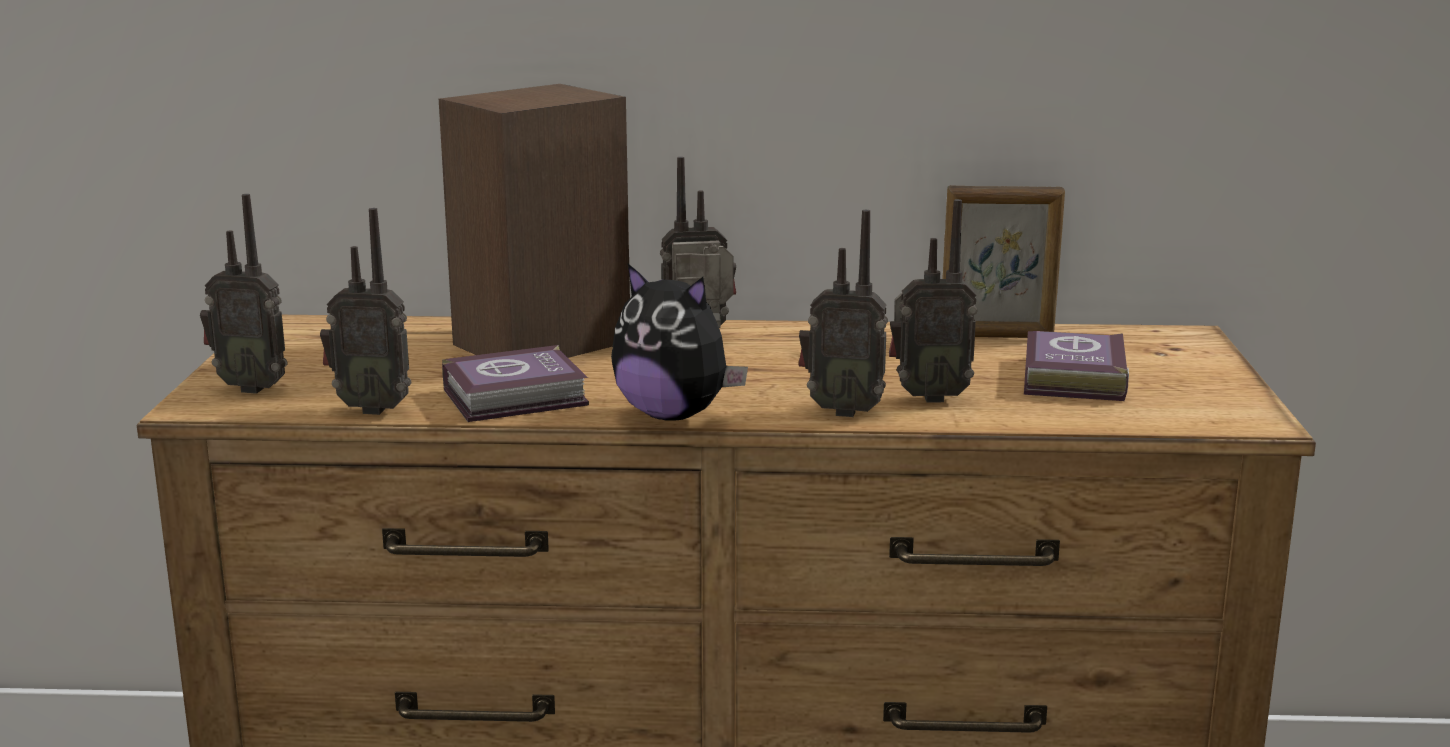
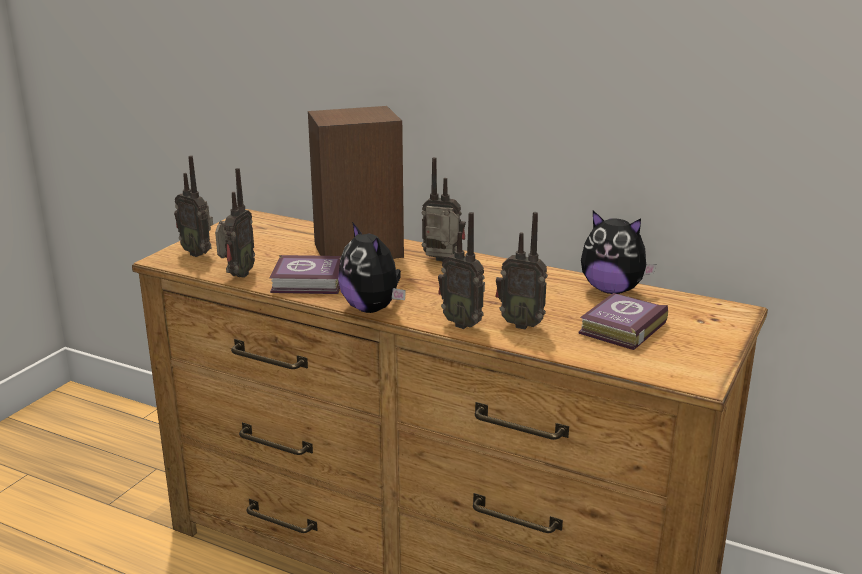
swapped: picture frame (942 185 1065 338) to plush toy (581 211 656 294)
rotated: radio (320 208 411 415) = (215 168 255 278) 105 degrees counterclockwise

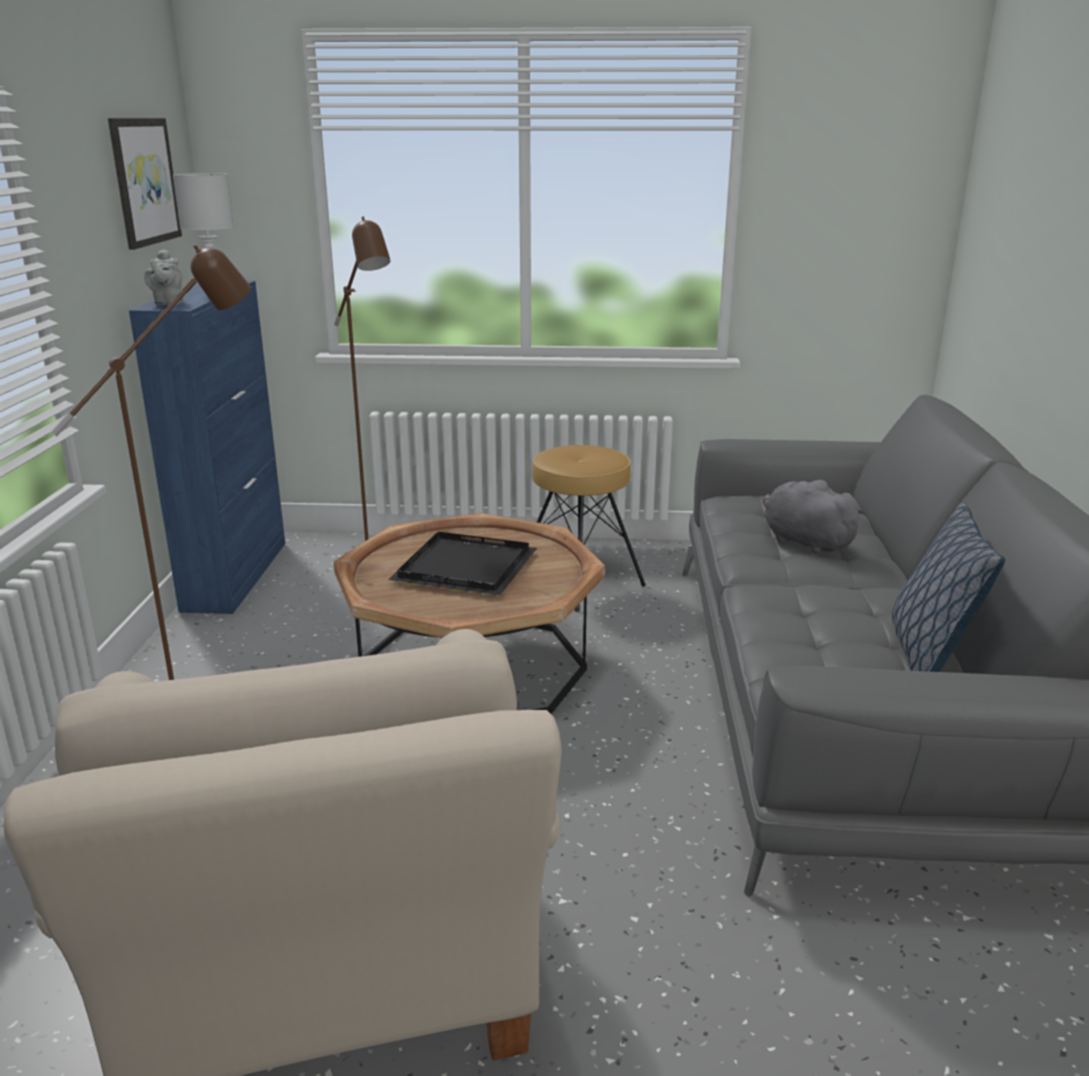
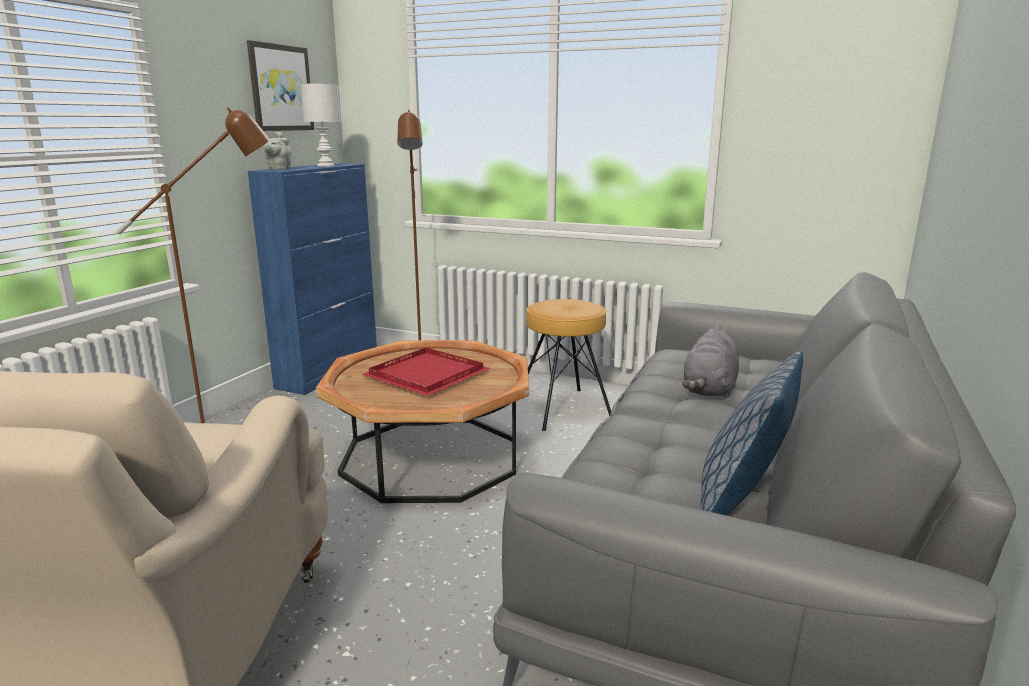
repainted: black tray (388 532 537 595) to red tray (361 348 491 396)
rotated: grey plush toy (763 480 866 554) = (682 325 739 398) 135 degrees counterclockwise

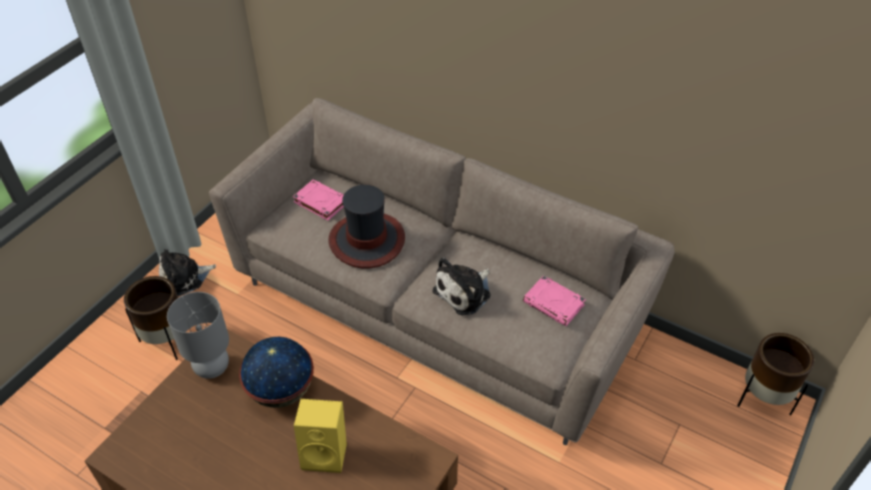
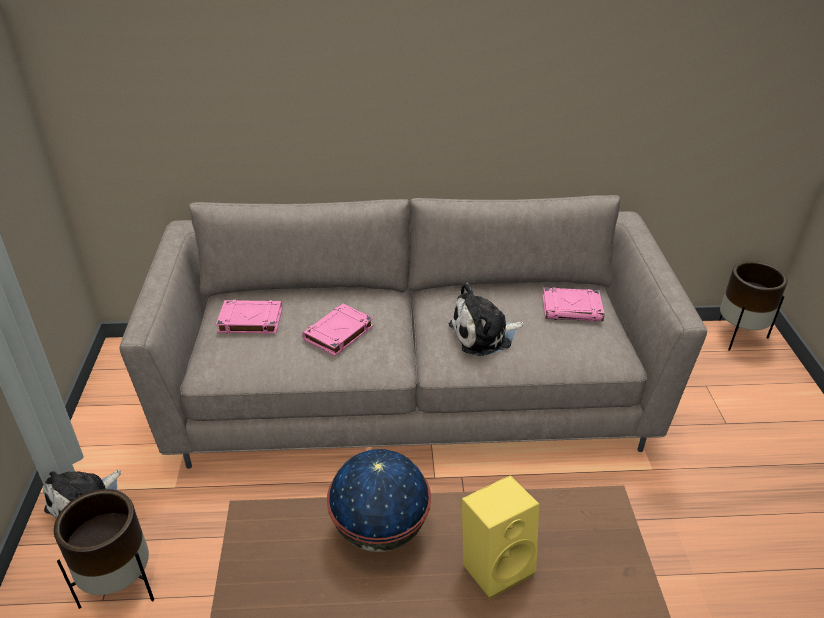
gone: grey table lamp (167 292 229 379)
swapped: hat (328 185 405 268) to pink book (302 304 373 356)
rotated: plush toy (432 257 491 315) = (449 283 524 356) 60 degrees clockwise

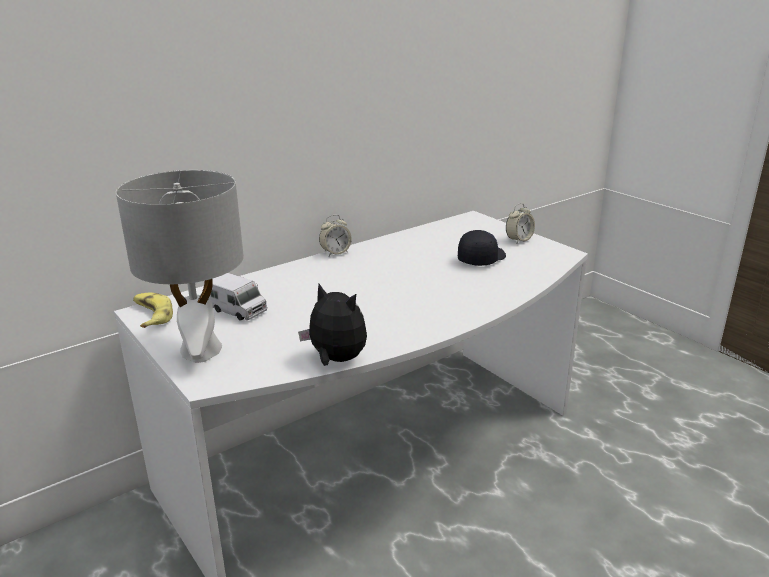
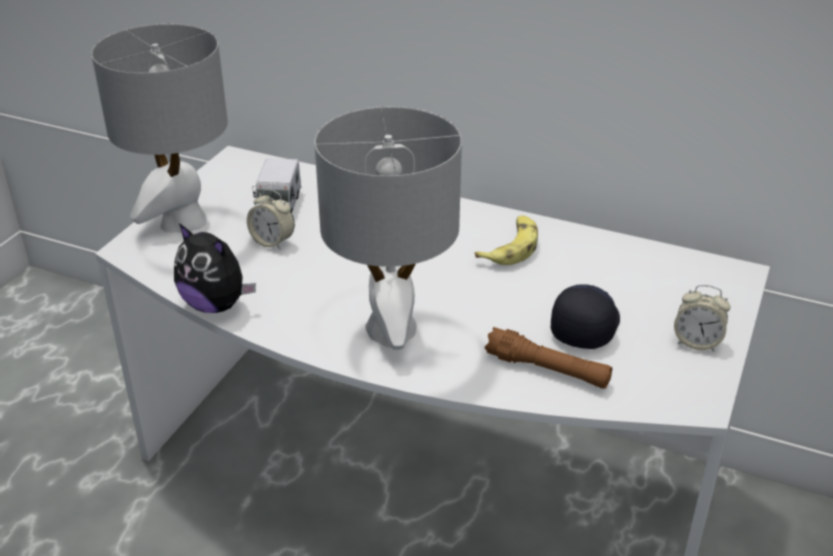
new: grey table lamp (315 106 462 350); brown flashlight (485 327 612 389)
shifted: banana (133 293 173 328) to (475 215 538 265); alarm clock (319 215 352 256) to (247 189 295 250)
rotated: plush toy (298 284 367 366) = (174 223 256 313) 120 degrees clockwise; black cap (458 230 506 266) = (551 284 620 349) 75 degrees counterclockwise

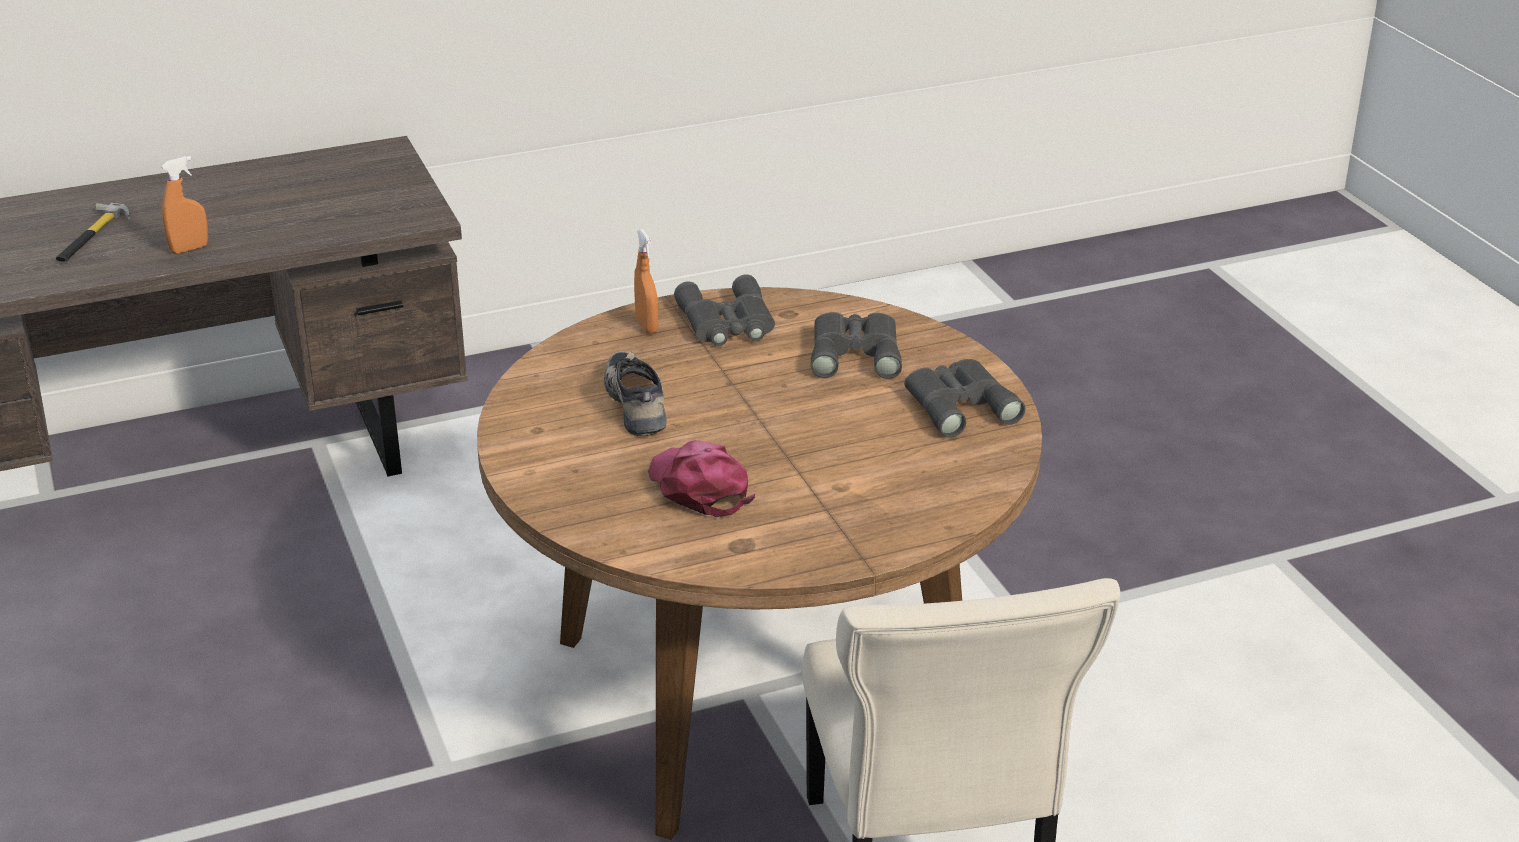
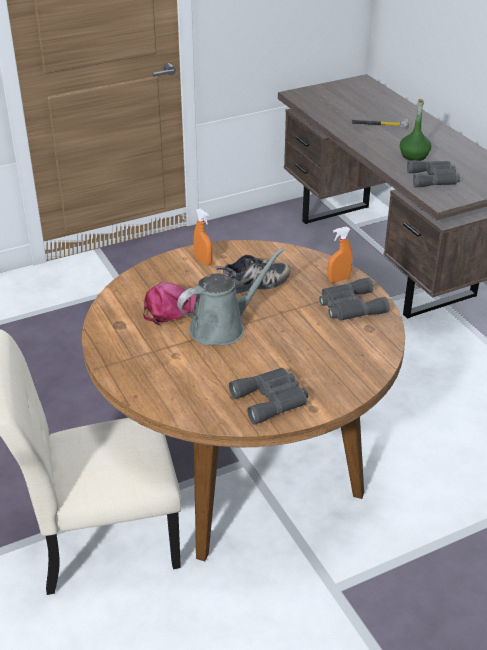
new: grey watering can (177 248 284 345); green bottle (400 99 431 161)
shifted: orange spray bottle (161 156 208 254) to (194 208 212 266); grey binoculars (811 312 902 379) to (407 160 460 187)

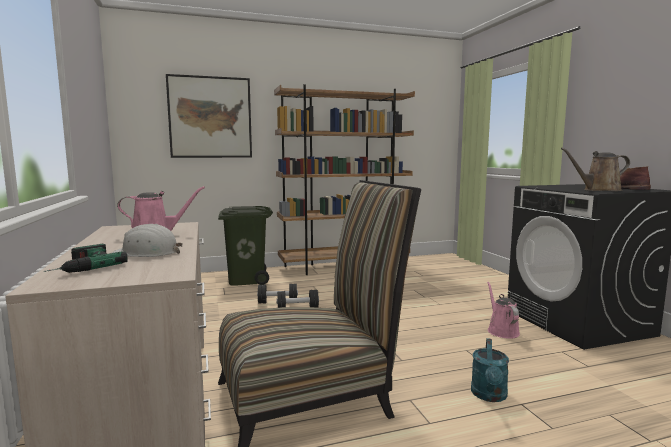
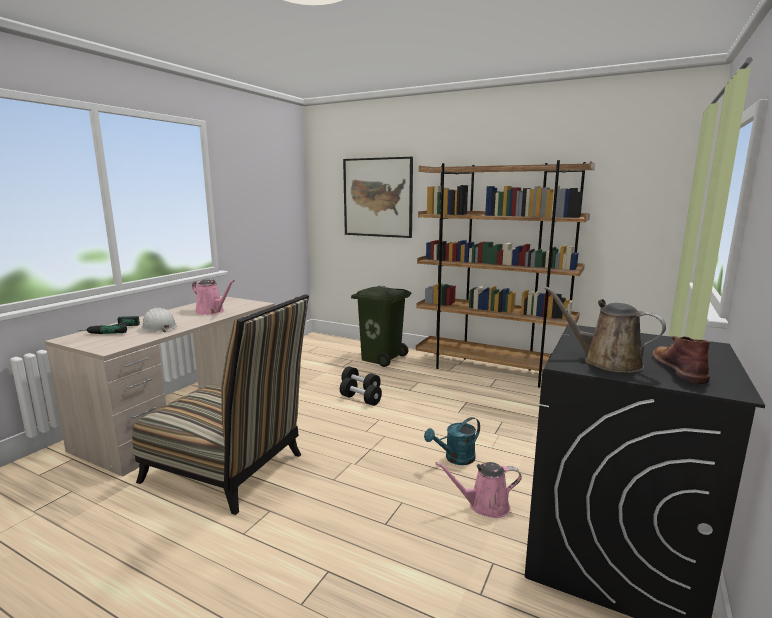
shifted: turquoise watering can (471 338 509 402) to (424 417 480 465)
rotated: pink watering can (487 282 520 339) = (435 462 522 518) 135 degrees counterclockwise

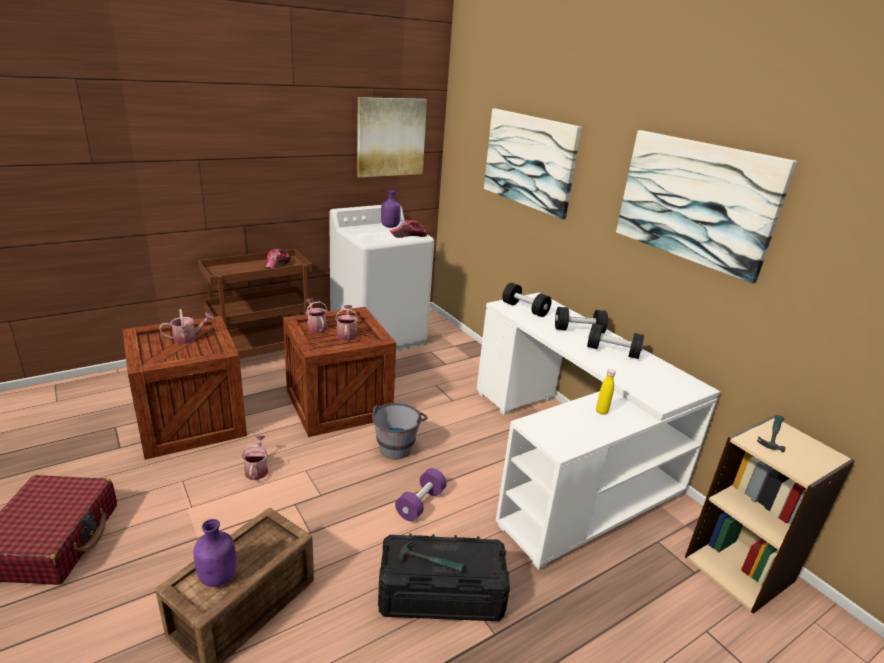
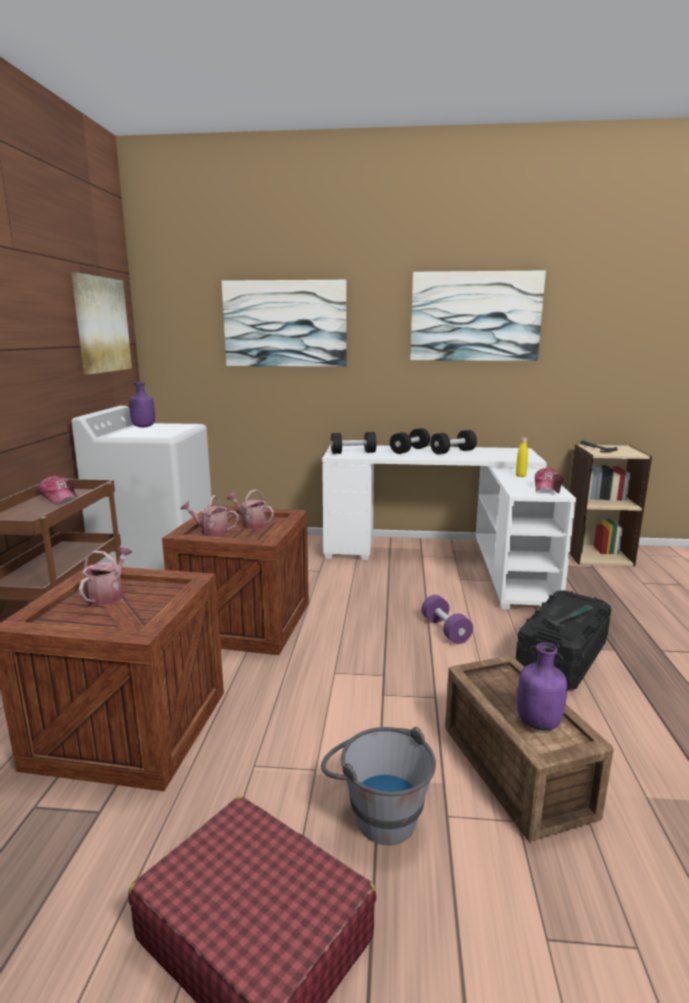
gone: watering can (242 435 268 480)
shifted: grey bucket (372 403 428 460) to (321 727 436 845); cap (389 220 427 238) to (535 467 563 494)

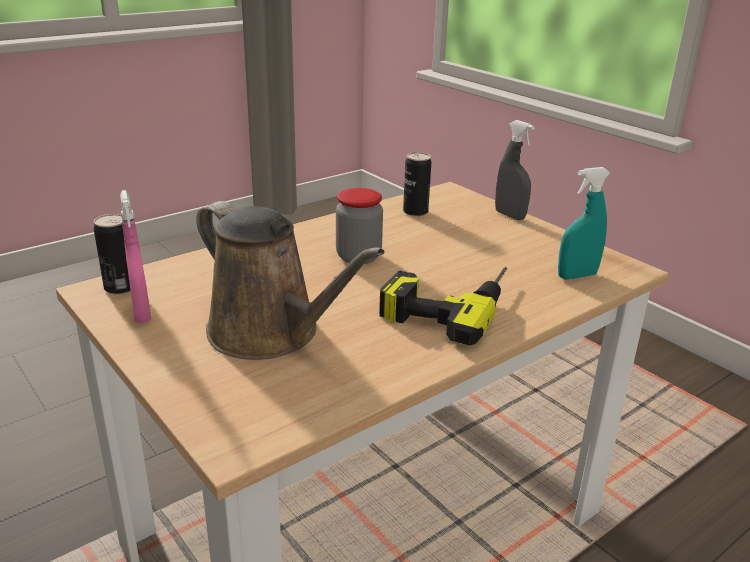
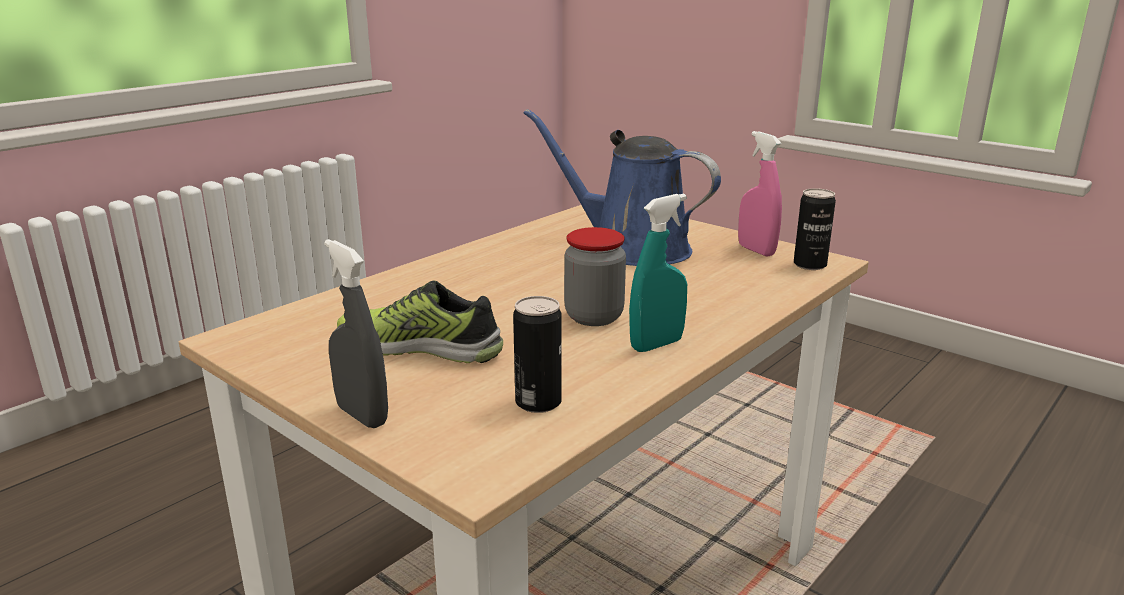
gone: power drill (379 267 507 346)
new: shoe (337 281 503 363)
shifted: turquoise spray bottle (558 167 610 280) to (629 194 687 352)
repainted: brown watering can (196 201 384 360) to blue watering can (524 109 721 266)

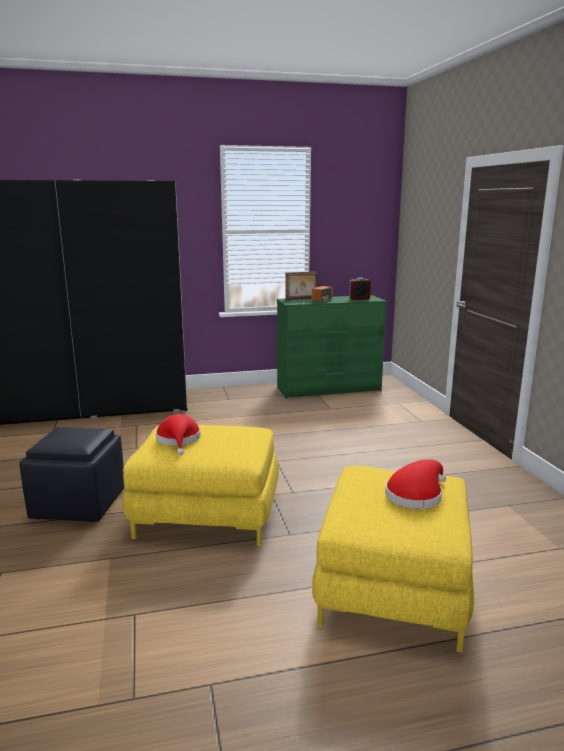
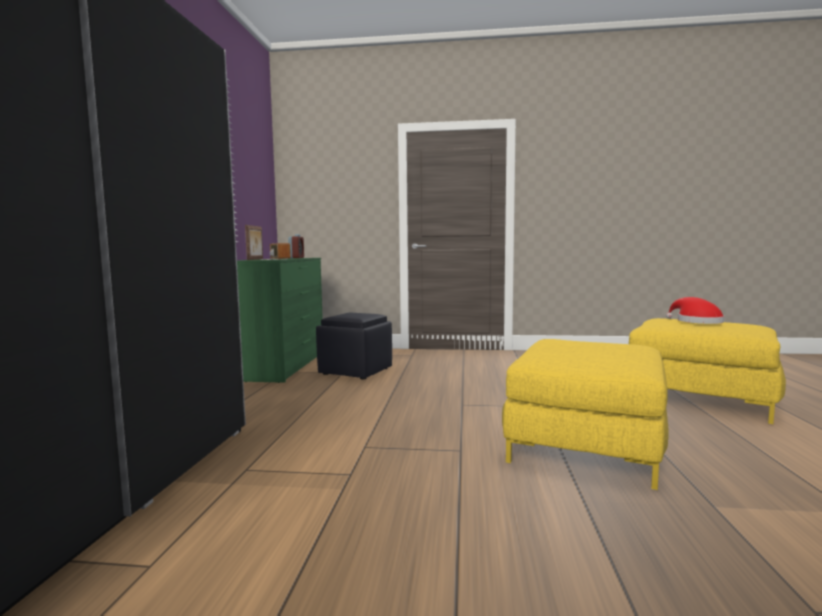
gone: red hat (156 414 200 456)
shifted: black ottoman (19 427 124 522) to (316 313 392 379)

